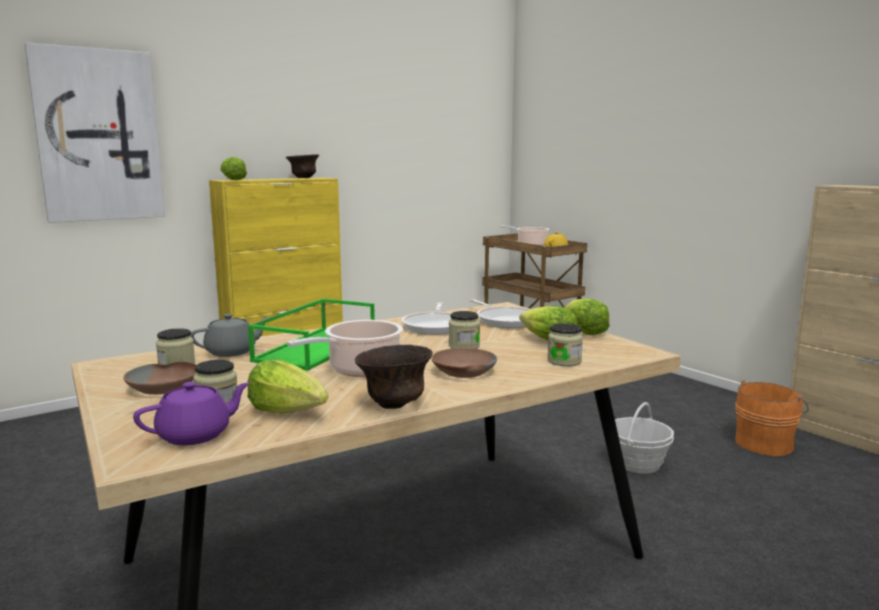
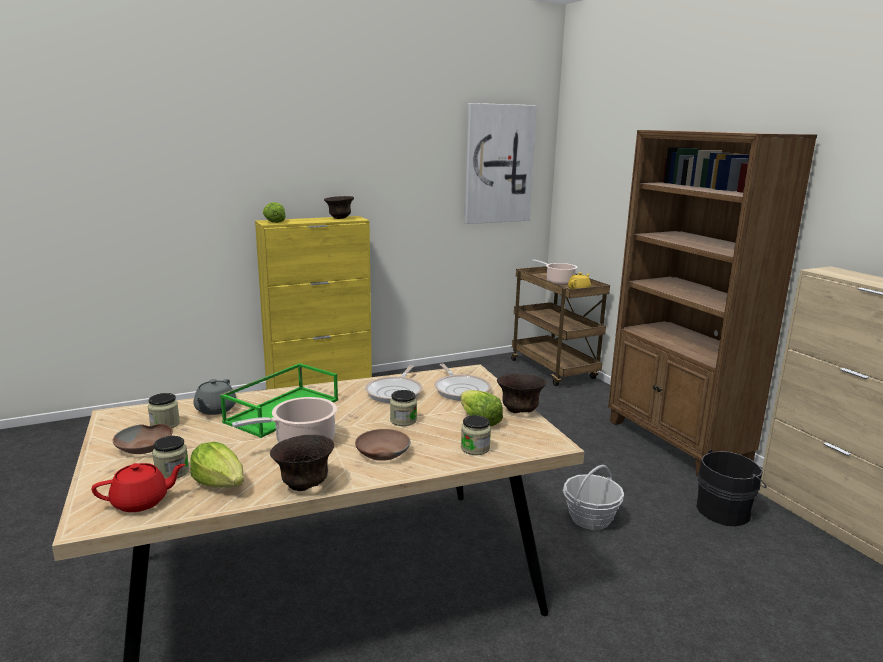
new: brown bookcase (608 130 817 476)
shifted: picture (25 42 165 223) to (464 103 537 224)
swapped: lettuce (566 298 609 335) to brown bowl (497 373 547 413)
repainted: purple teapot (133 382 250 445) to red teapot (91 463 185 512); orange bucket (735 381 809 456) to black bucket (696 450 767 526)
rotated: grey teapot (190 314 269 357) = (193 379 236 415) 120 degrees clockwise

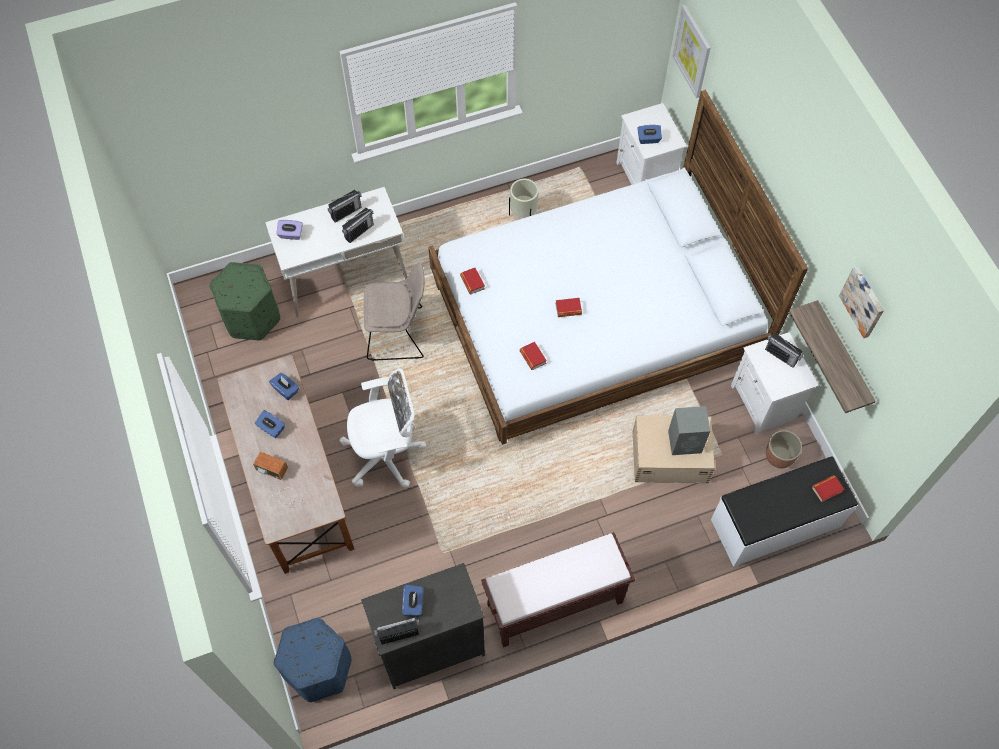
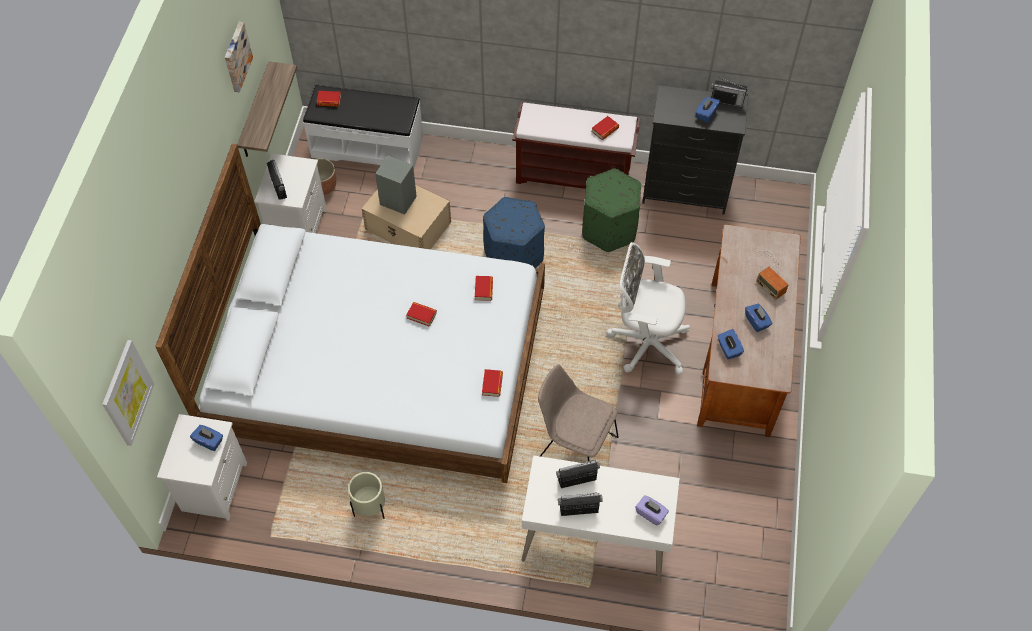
new: book (591 116 619 140)
shifted: green ottoman (210 262 280 340) to (582 168 641 252); blue ottoman (274 618 351 702) to (483 197 545 268)

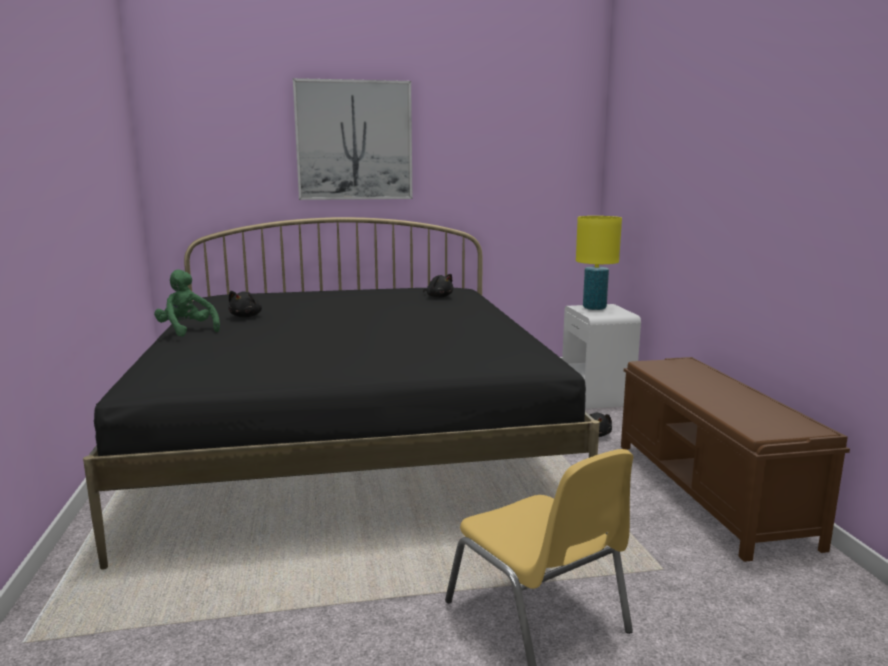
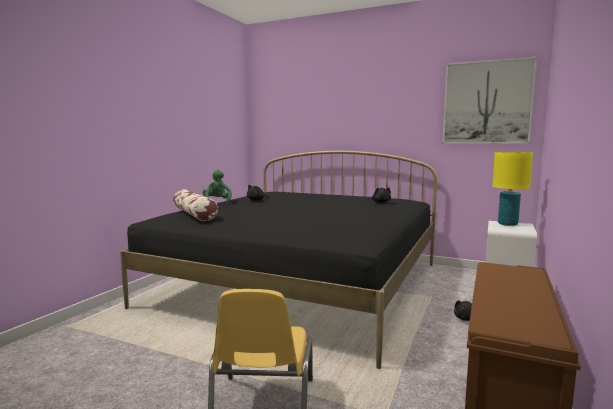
new: pillow (173 189 218 221)
shifted: picture (293 78 413 200) to (442 57 537 144)

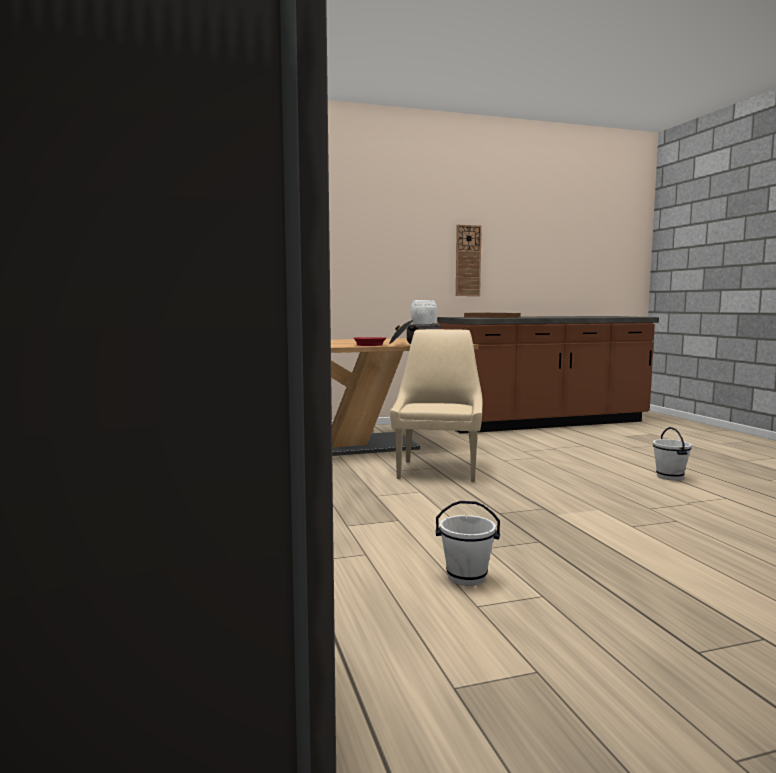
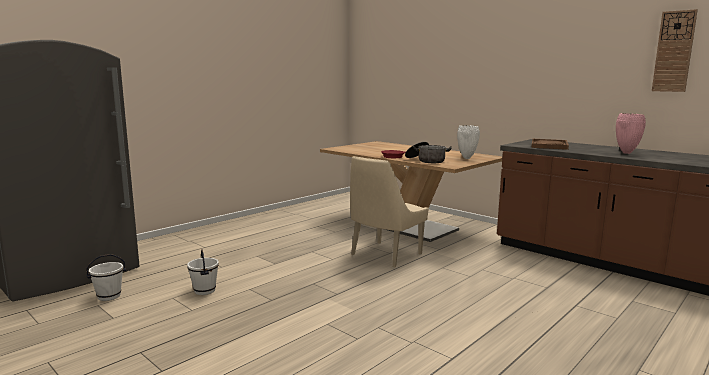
new: pink vase (616 113 646 154)
shifted: wall clock (456 224 482 296) to (652 9 698 92); white bucket (653 427 692 481) to (86 254 126 301)
rotated: beige chair (390 329 483 482) = (350 156 428 268) 150 degrees clockwise

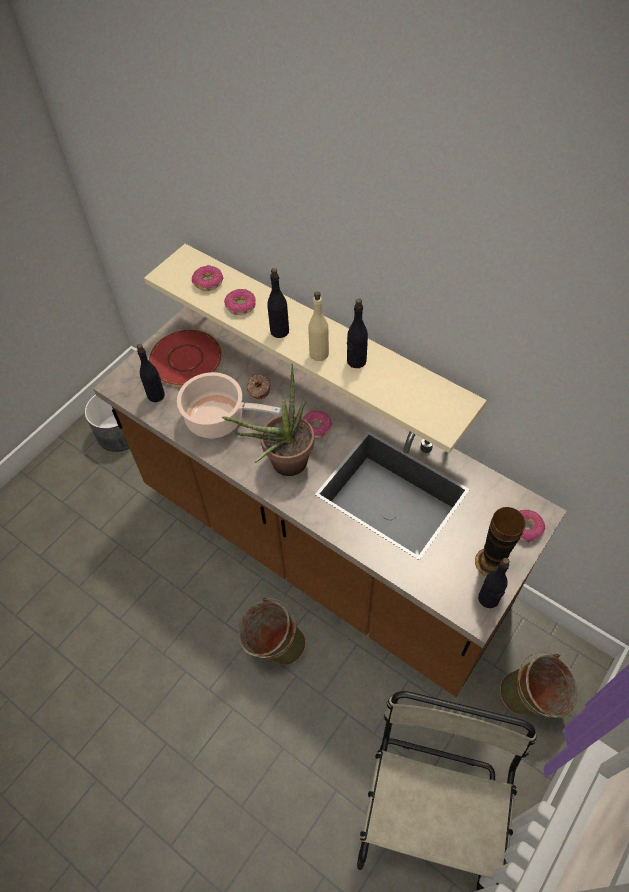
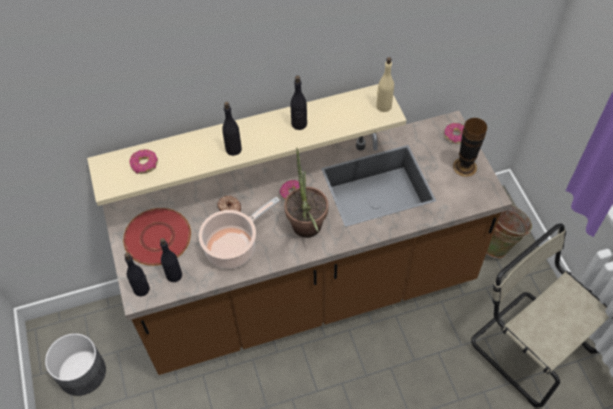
gone: donut (224 289 256 315); green bucket (238 597 306 665)
shifted: beige bottle (308 291 329 361) to (376 57 394 112); black bottle (478 558 510 608) to (124 253 150 296)

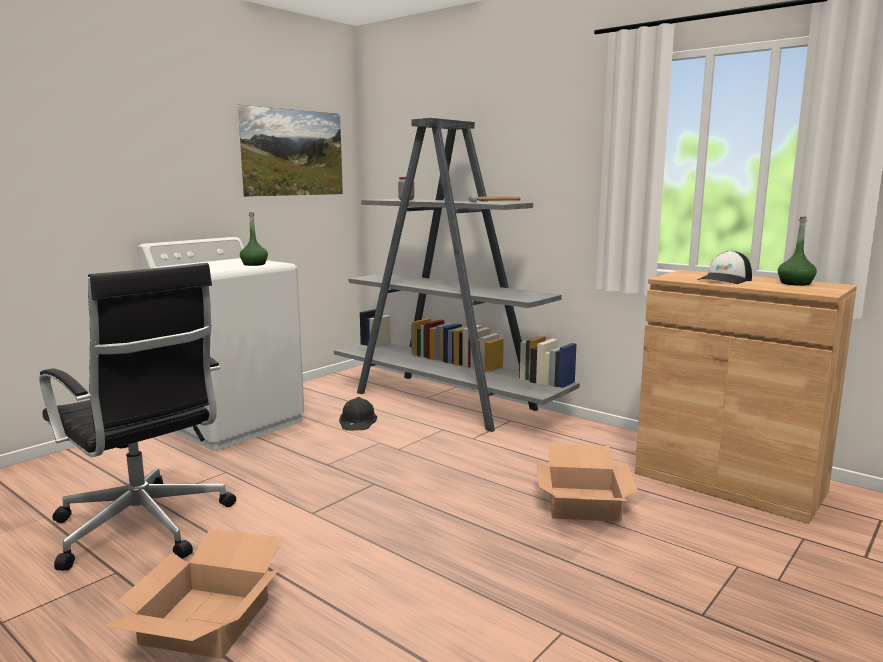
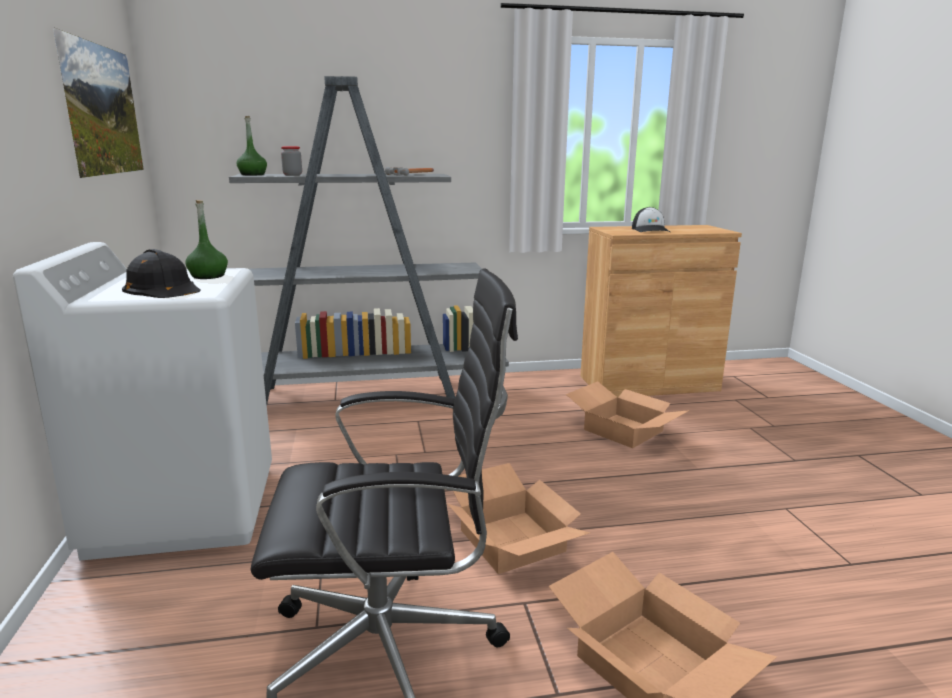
new: cardboard box (448 463 590 574)
shifted: black hard hat (339 397 377 431) to (122 249 201 298); green bottle (778 216 817 286) to (236 116 267 175)

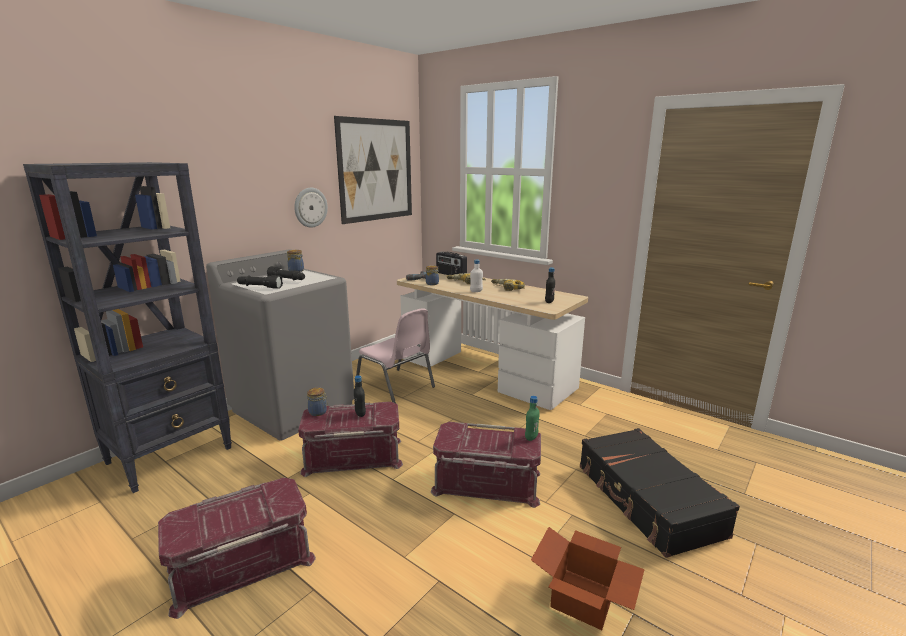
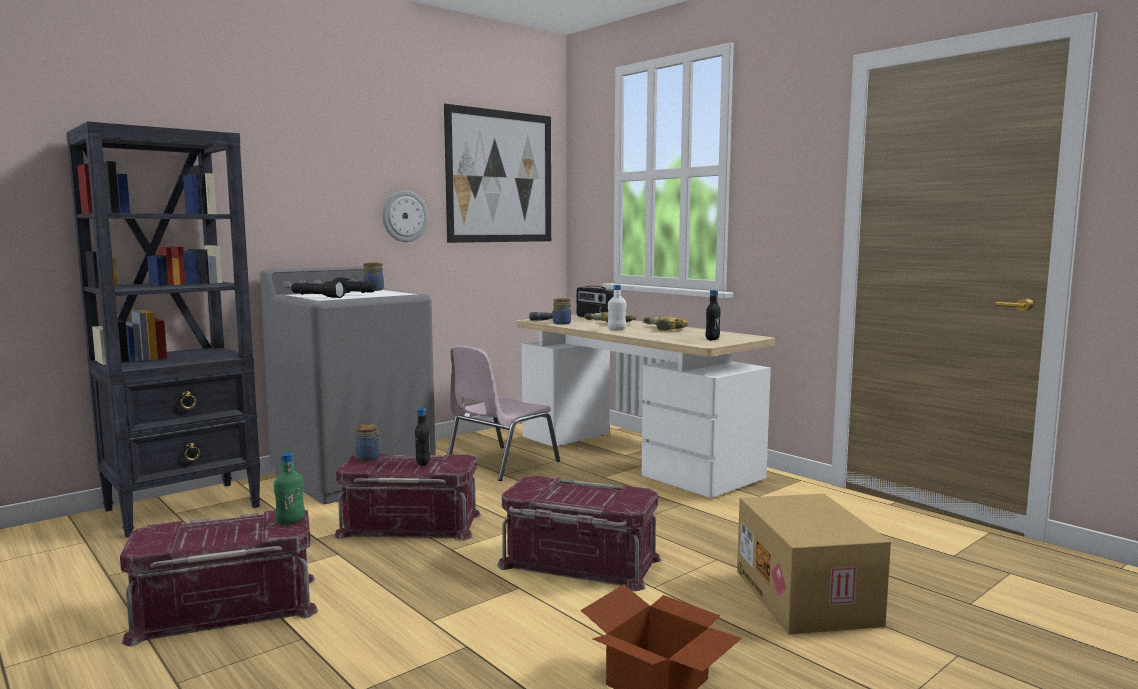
shifted: green bottle (525 396 540 441) to (274 452 305 525)
swapped: black suitcase (580 428 740 558) to cardboard box (737 494 891 634)
rotated: pink chair (356 308 435 403) = (448 346 560 481) 75 degrees clockwise

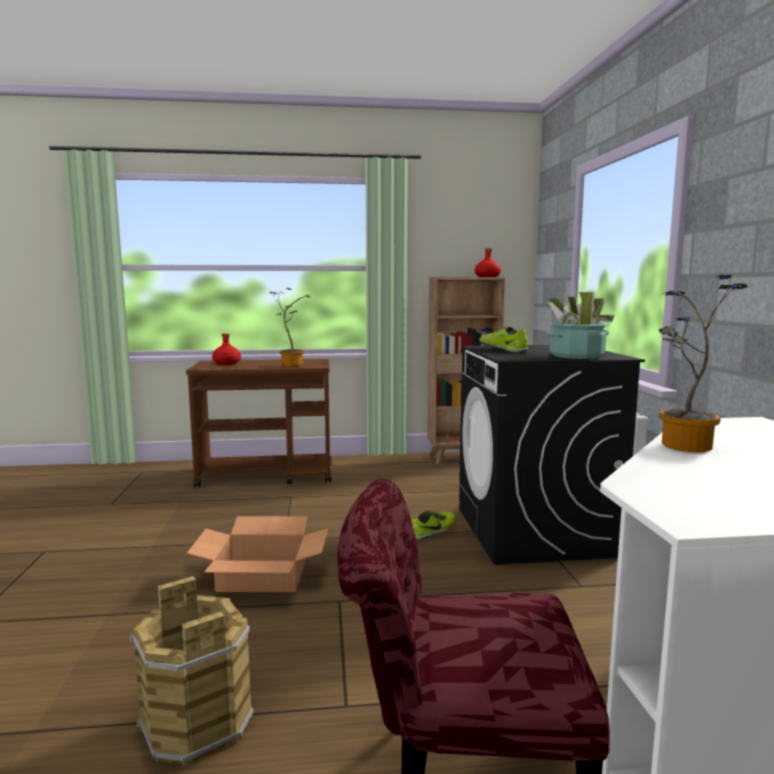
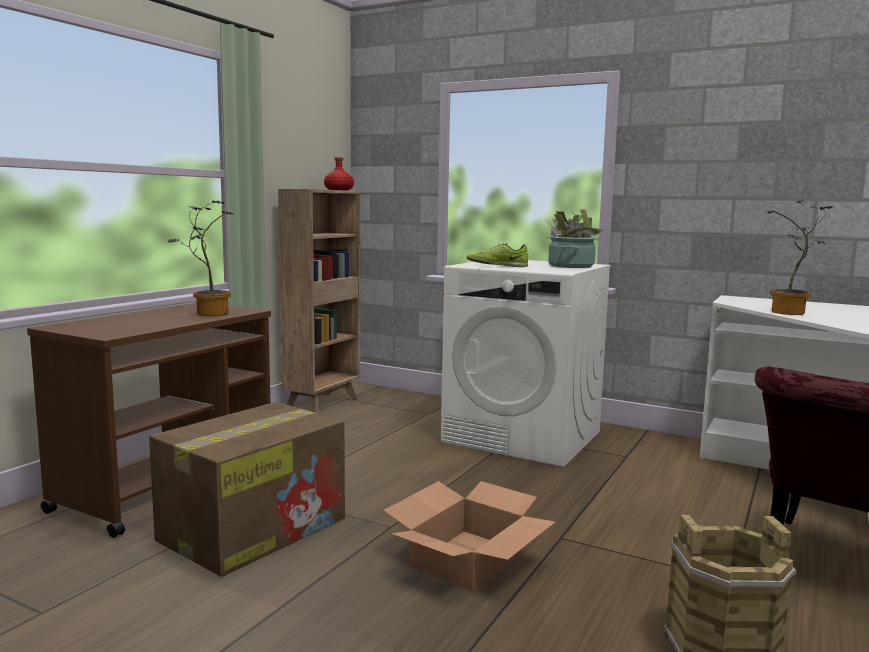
gone: red bottle (212 333 241 365); shoe (411 510 456 540)
new: cardboard box (149 402 345 577)
repainted: black washing machine (459 345 645 565) to white washing machine (441 260 611 467)

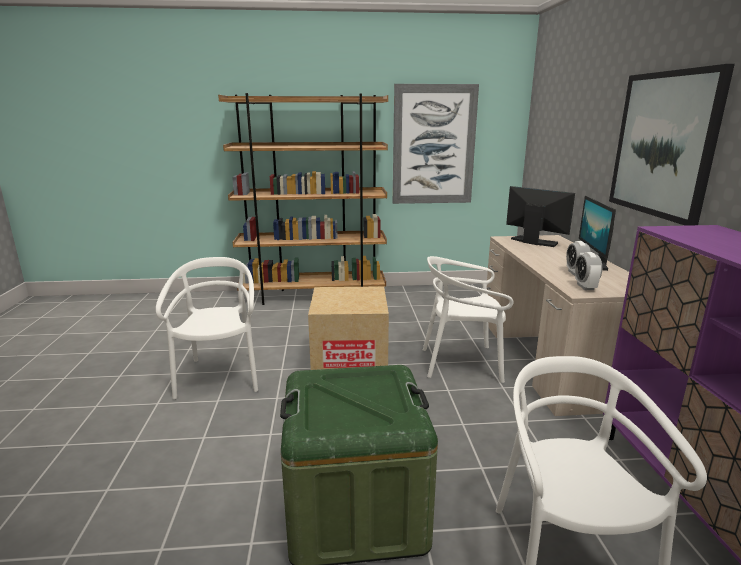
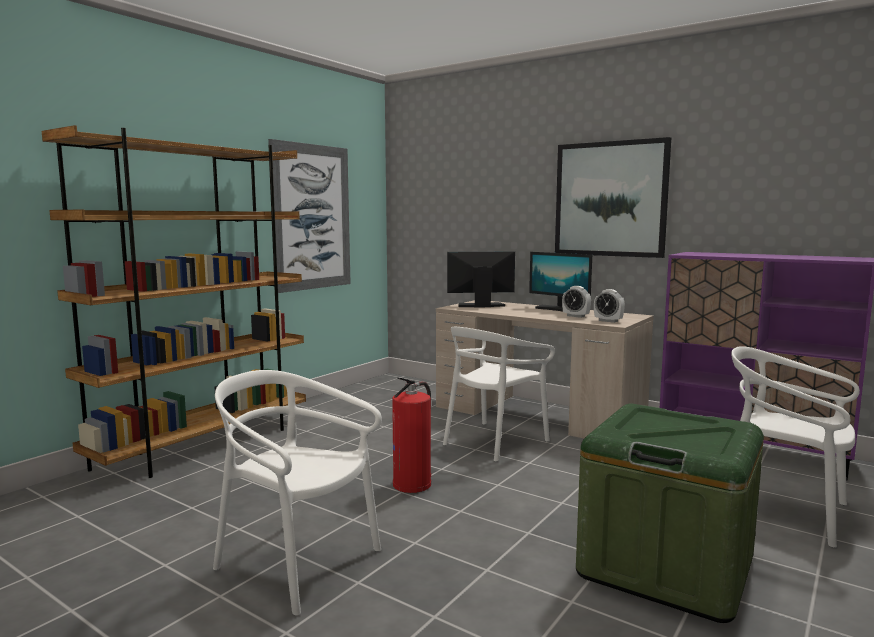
swapped: cardboard box (308 286 389 370) to fire extinguisher (392 377 431 493)

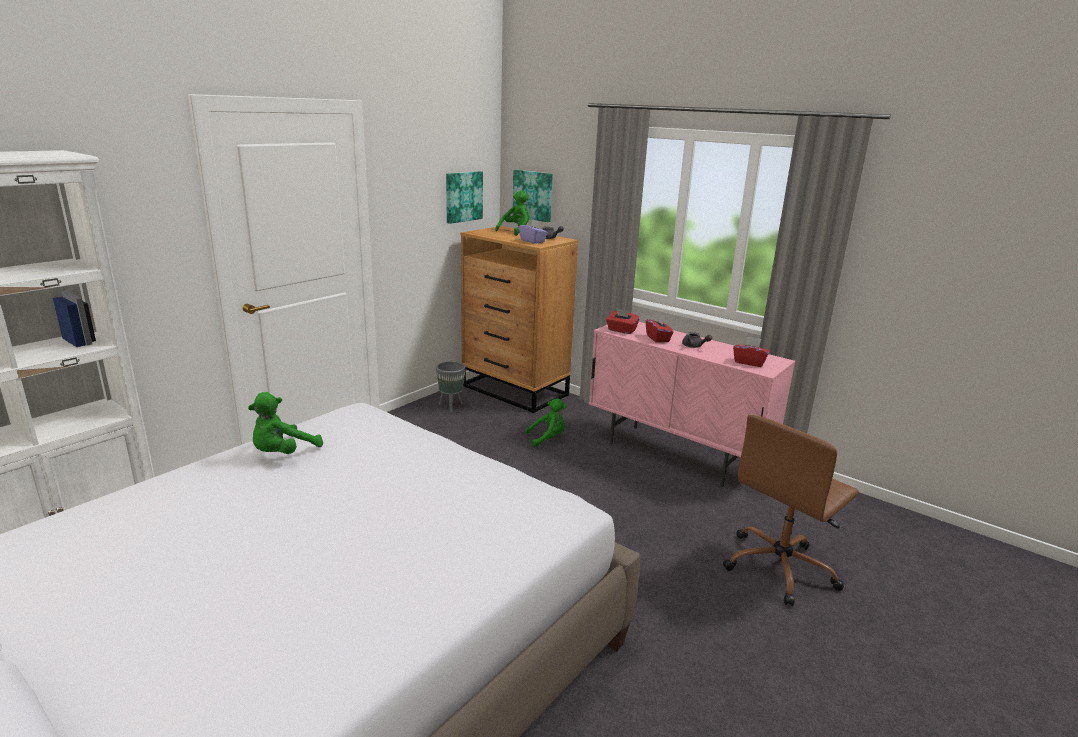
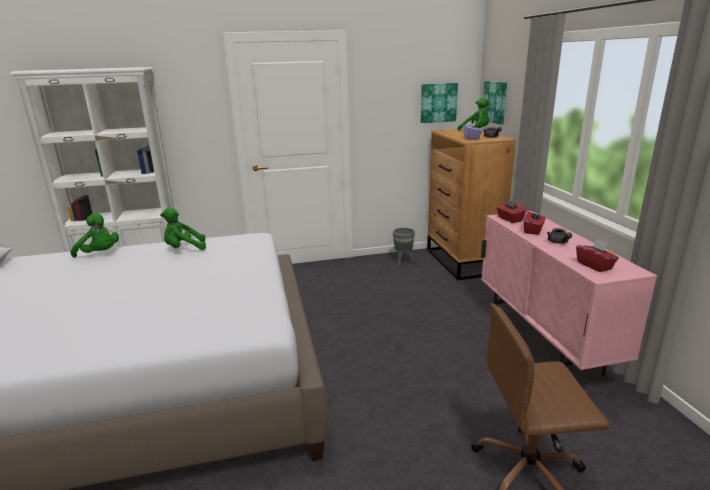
shifted: green plush toy (525 398 567 447) to (70 213 119 258)

